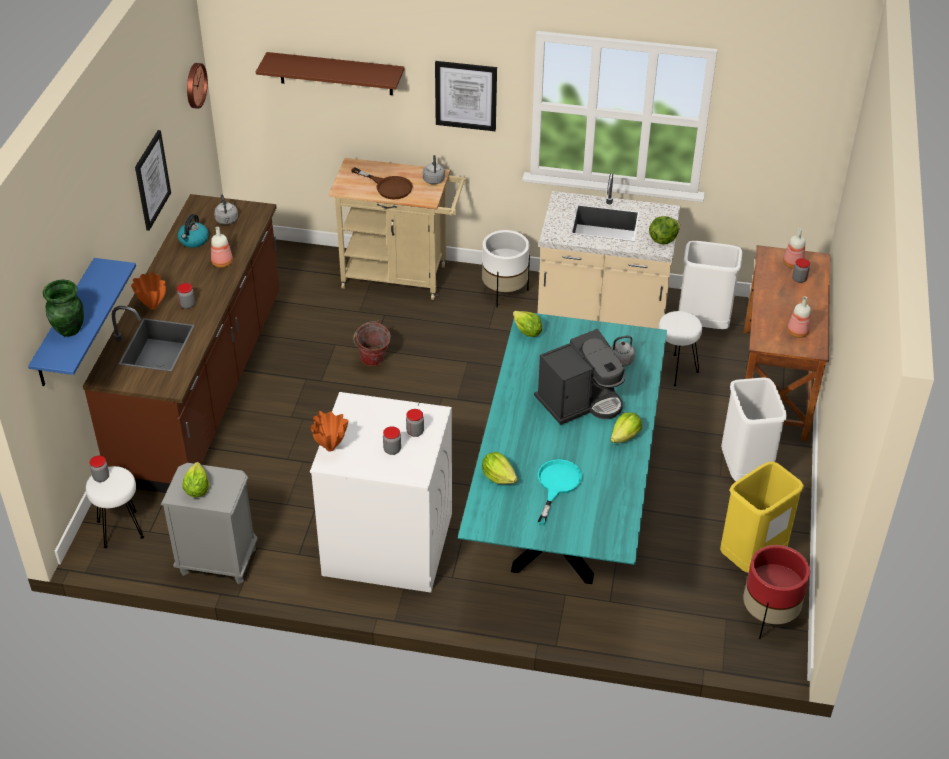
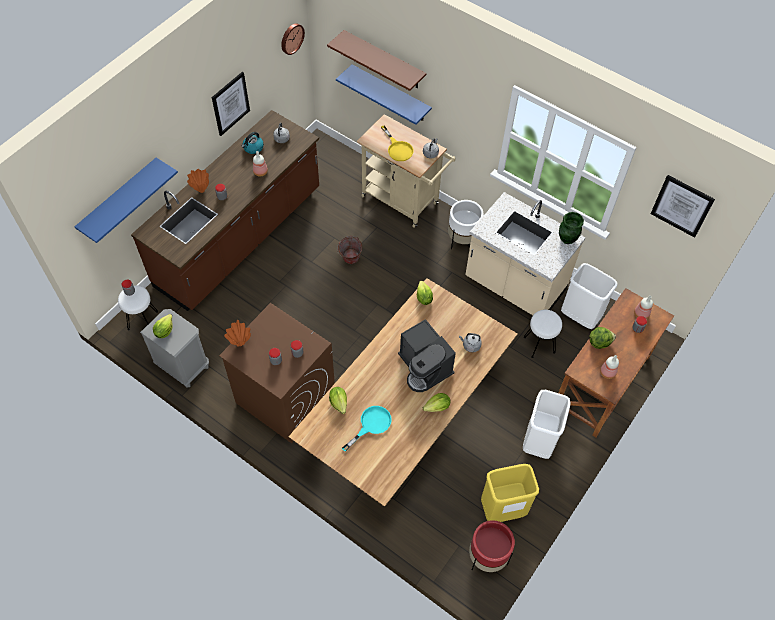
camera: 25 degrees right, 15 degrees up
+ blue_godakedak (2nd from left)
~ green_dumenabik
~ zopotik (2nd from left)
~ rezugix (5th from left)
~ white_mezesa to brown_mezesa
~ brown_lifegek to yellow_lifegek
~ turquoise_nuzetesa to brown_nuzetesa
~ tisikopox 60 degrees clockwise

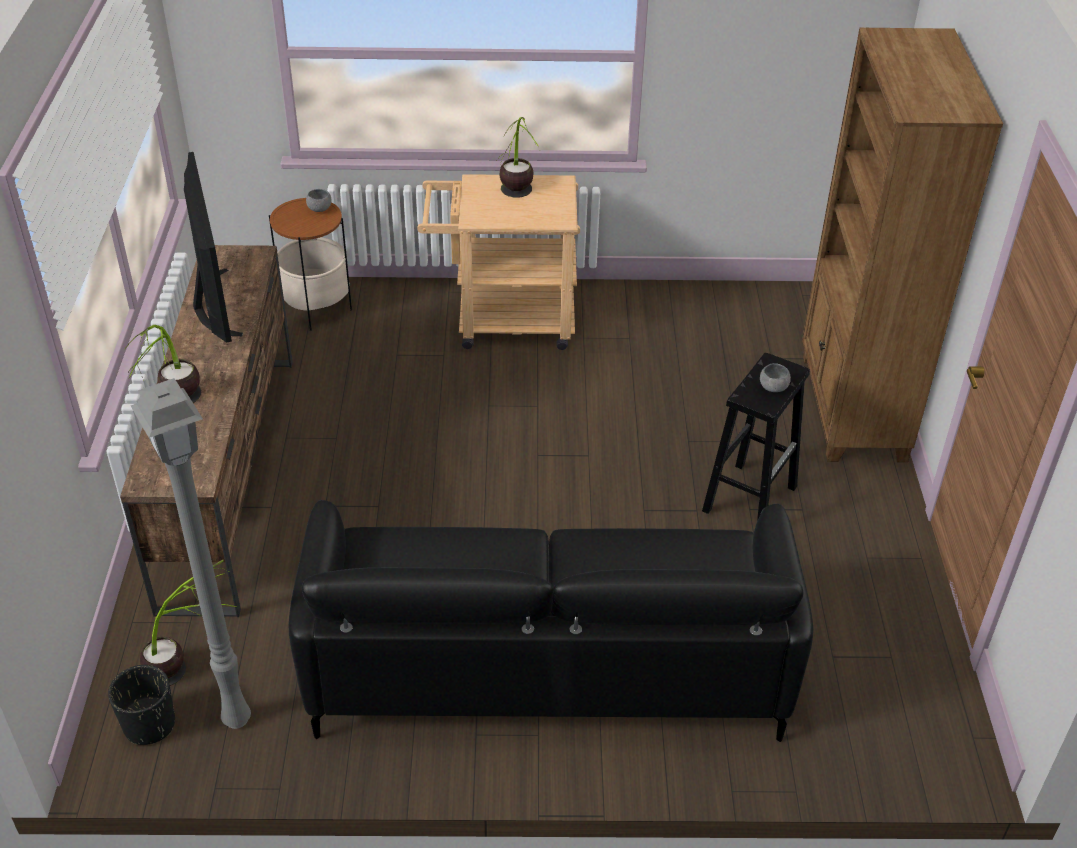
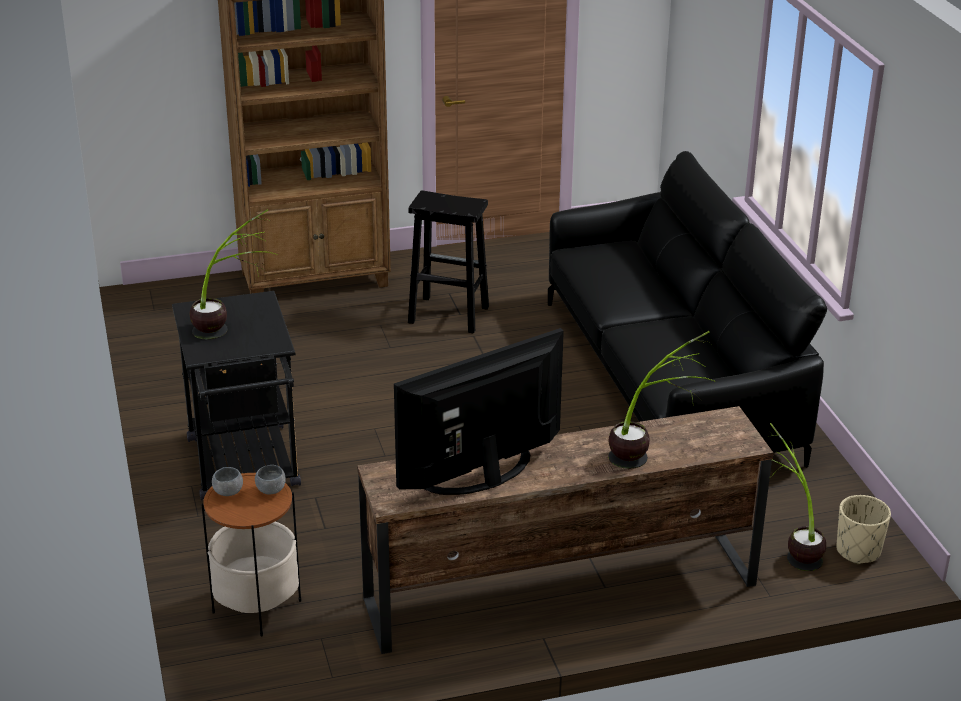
camera: 105 degrees left, 10 degrees down
- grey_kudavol
~ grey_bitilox (2nd from left)
~ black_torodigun to beige_torodigun
~ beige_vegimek to black_vegimek

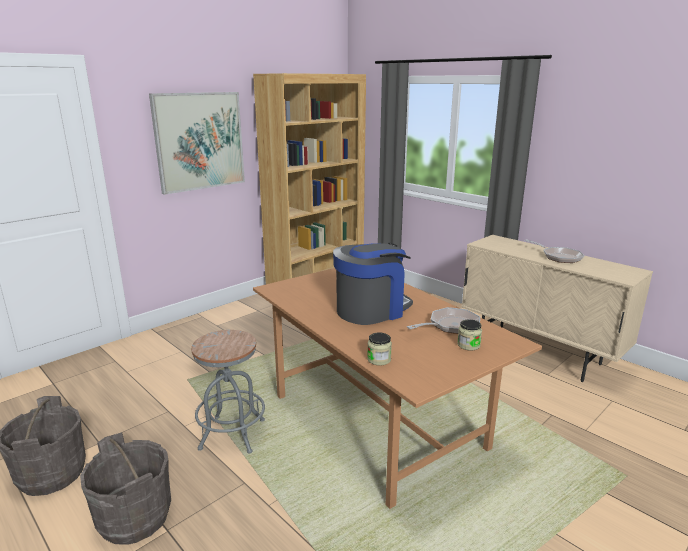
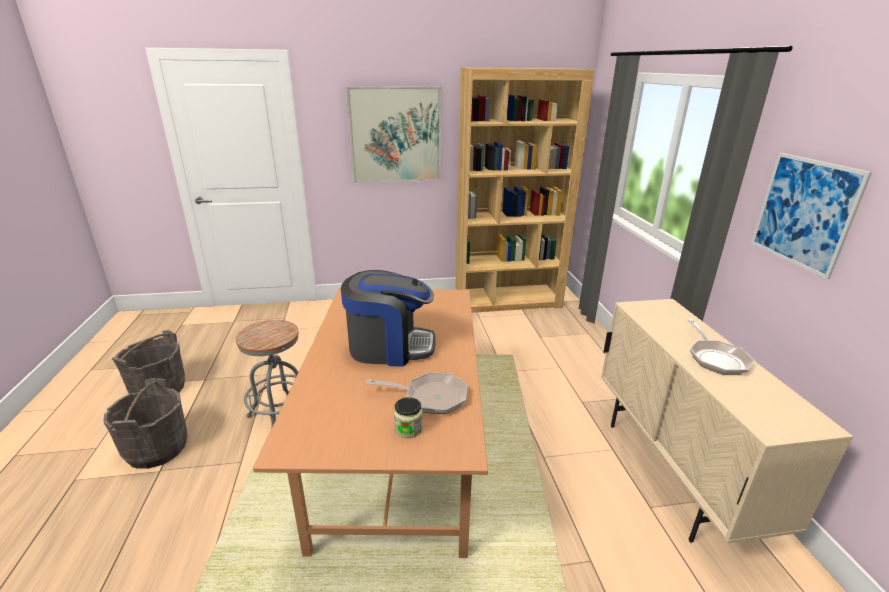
camera: 35 degrees right, 5 degrees up
- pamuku (1st from left)
+ zopotik (2nd from left)

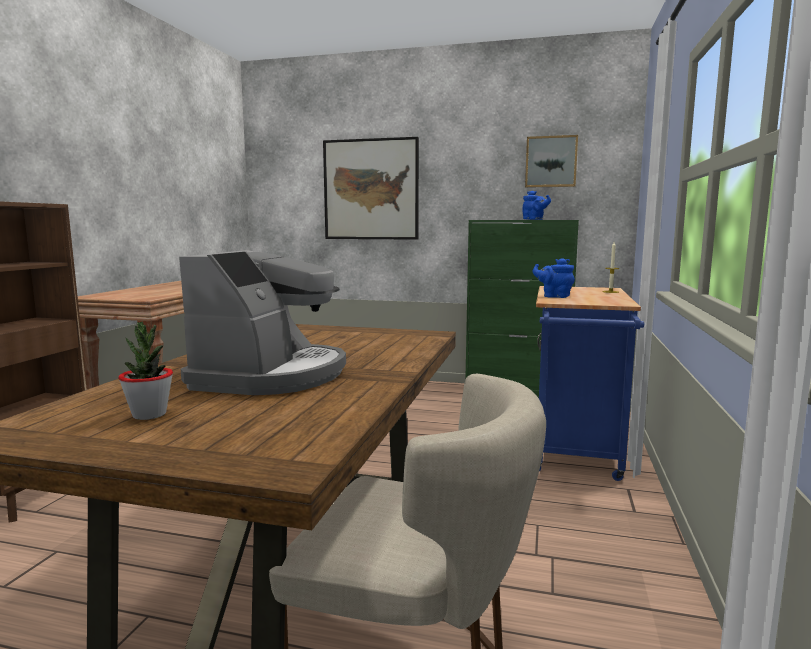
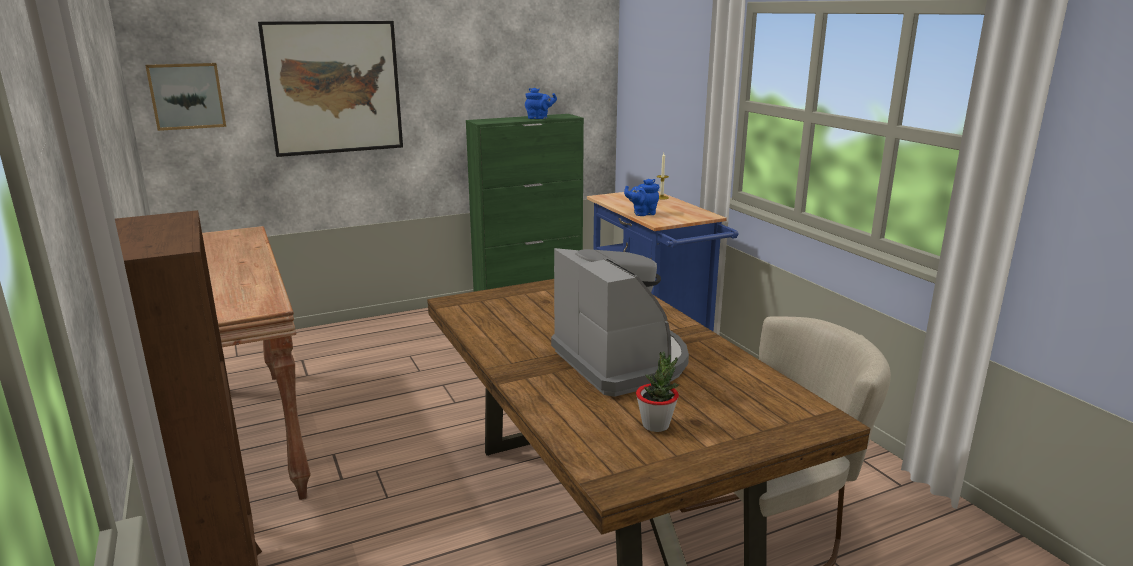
camera: 40 degrees left, 10 degrees up
~ zopotik (2nd from left in the first image) to zopotik (1st from left)

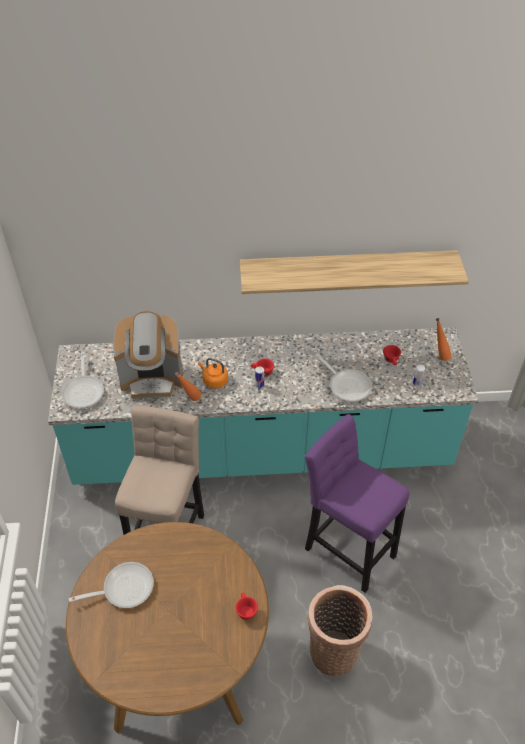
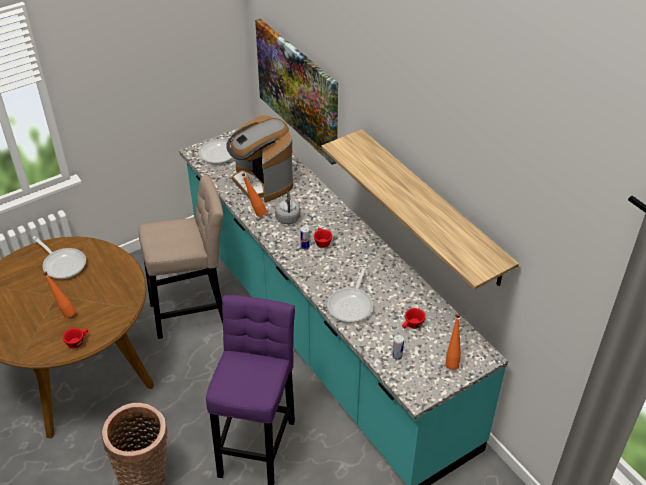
camera: 60 degrees right, 5 degrees down
+ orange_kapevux (1st from left)
+ zopotik
~ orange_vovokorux to grey_vovokorux

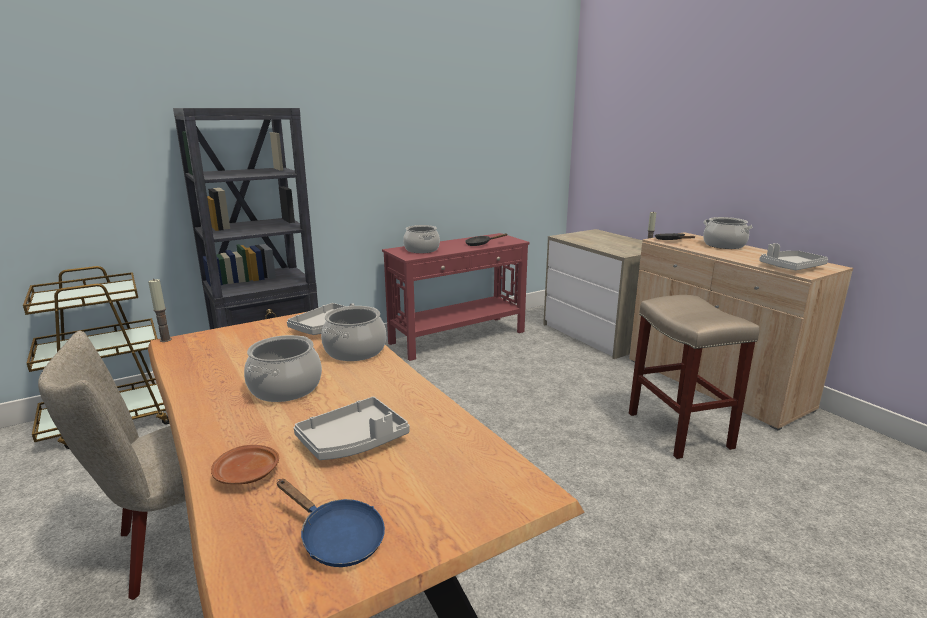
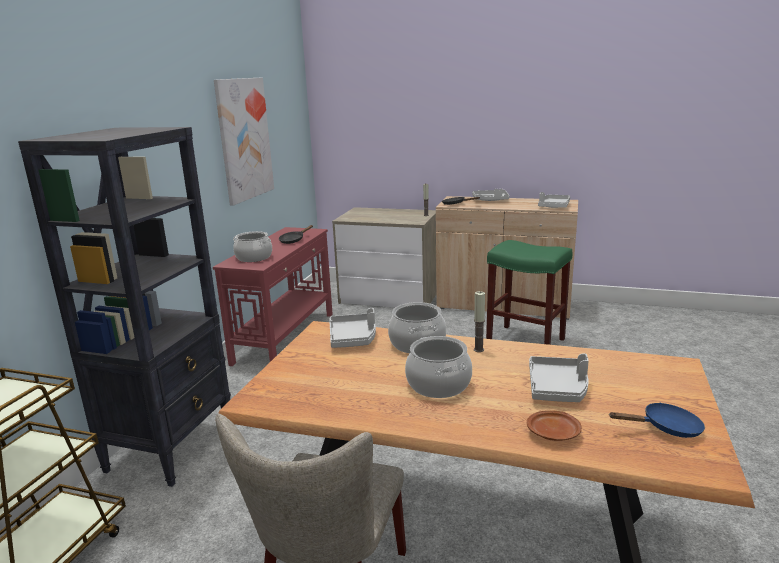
camera: 40 degrees left, 0 degrees up
+ zopotik
~ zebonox (1st from left in the first image) to zebonox (2nd from left)
~ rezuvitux (4th from left) to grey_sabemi (2nd from left)
~ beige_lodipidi to green_lodipidi

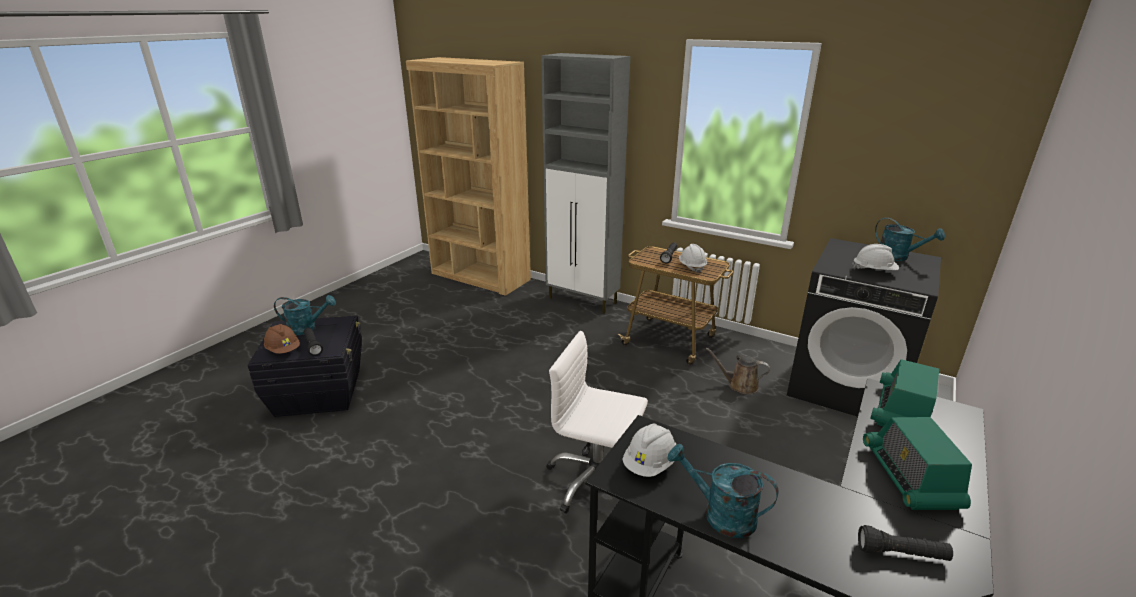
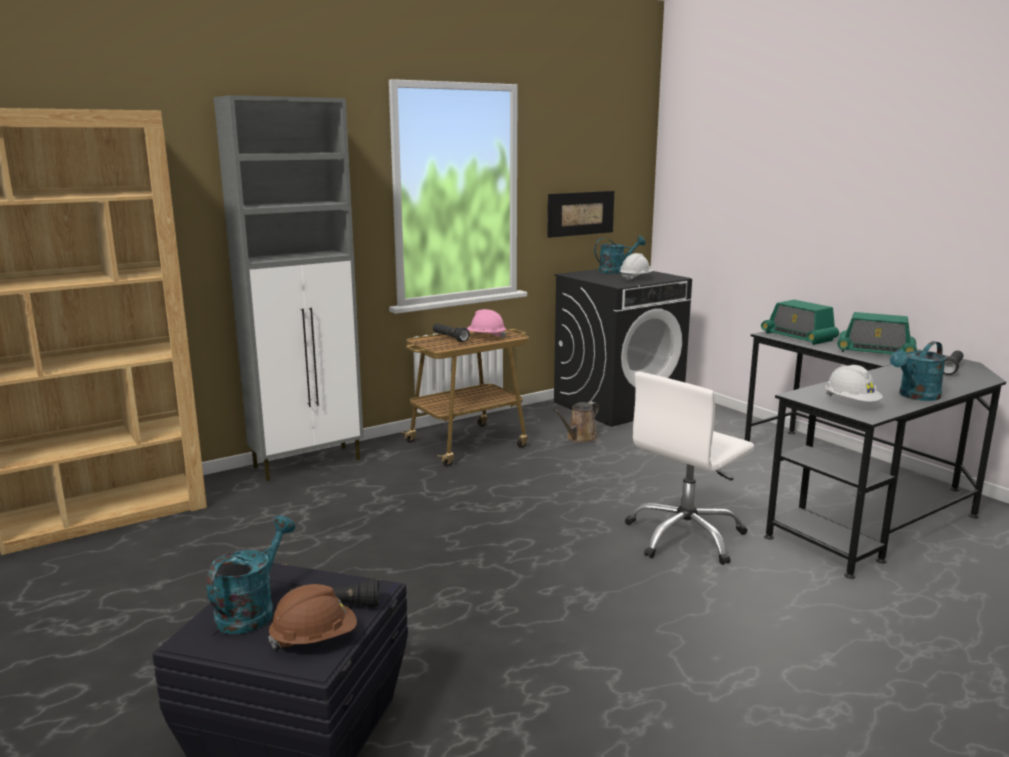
camera: 65 degrees left, 10 degrees down
+ zopotik
~ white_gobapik (2nd from left) to pink_gobapik

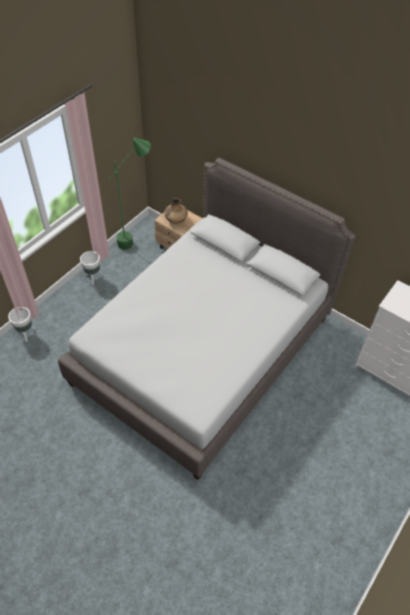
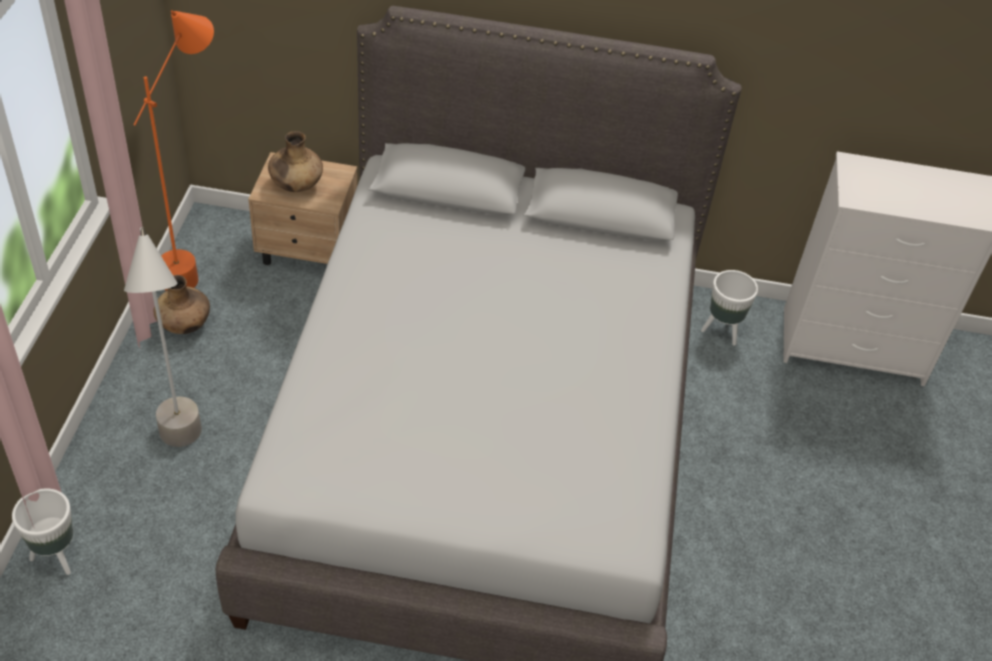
camera: 30 degrees left, 5 degrees down
+ grey_kudavol
+ brown_dumenabik (1st from left)
~ white_torodigun (2nd from left)
~ green_kudavol to orange_kudavol

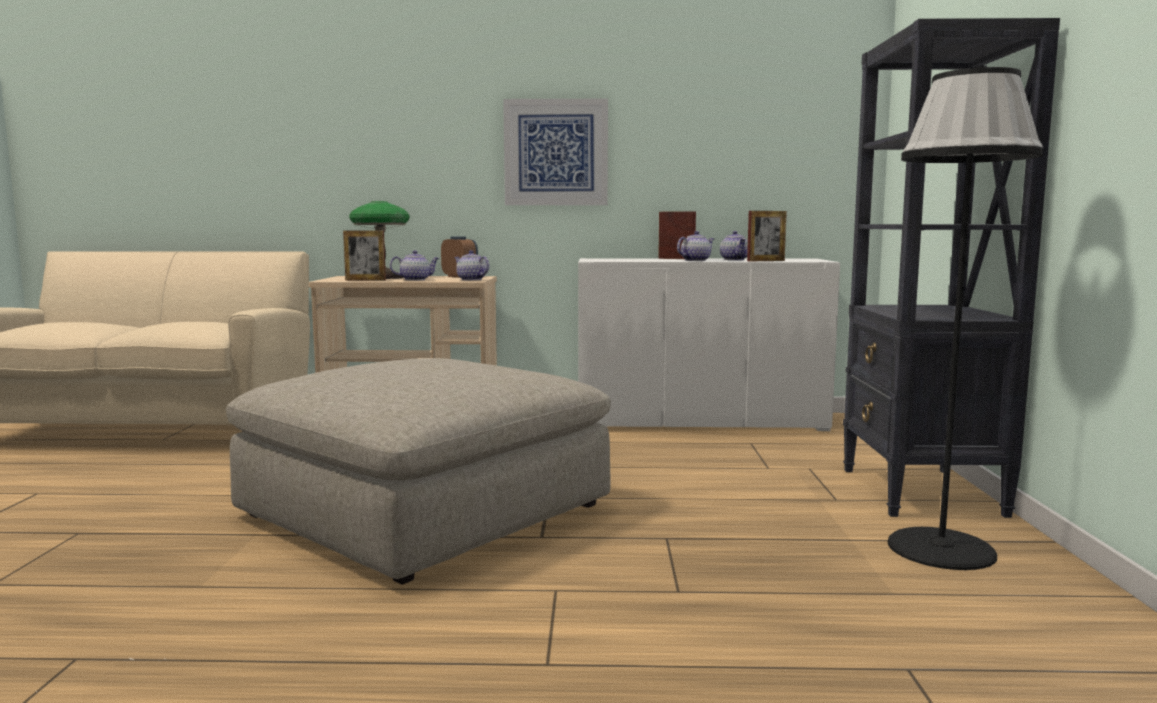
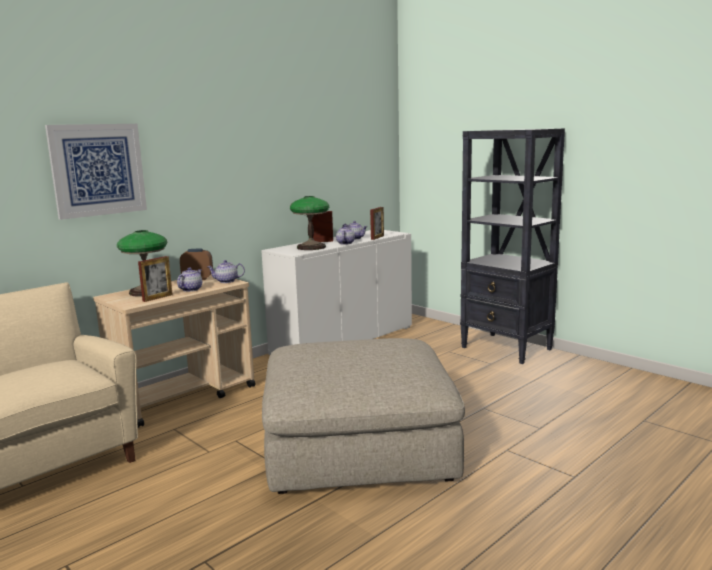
camera: 45 degrees left, 5 degrees up
- black_kudavol
+ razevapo (2nd from left)
~ zopotik

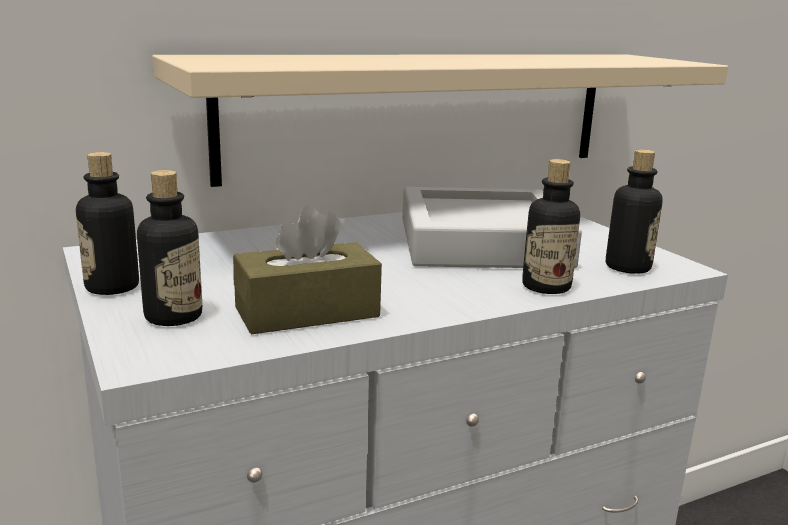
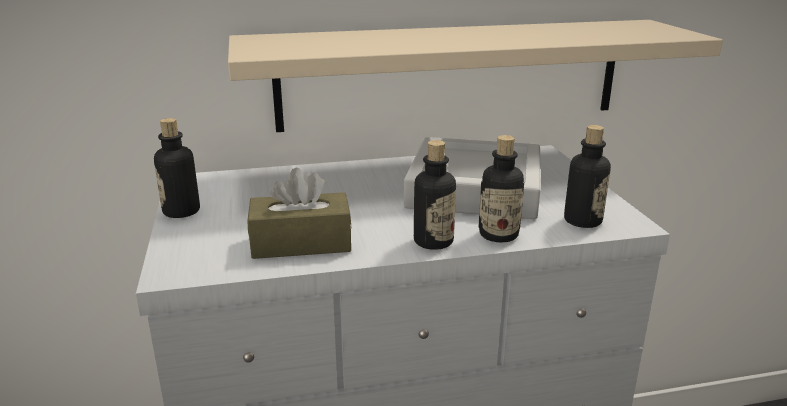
camera: 15 degrees right, 5 degrees up
~ kapevux (2nd from left)

